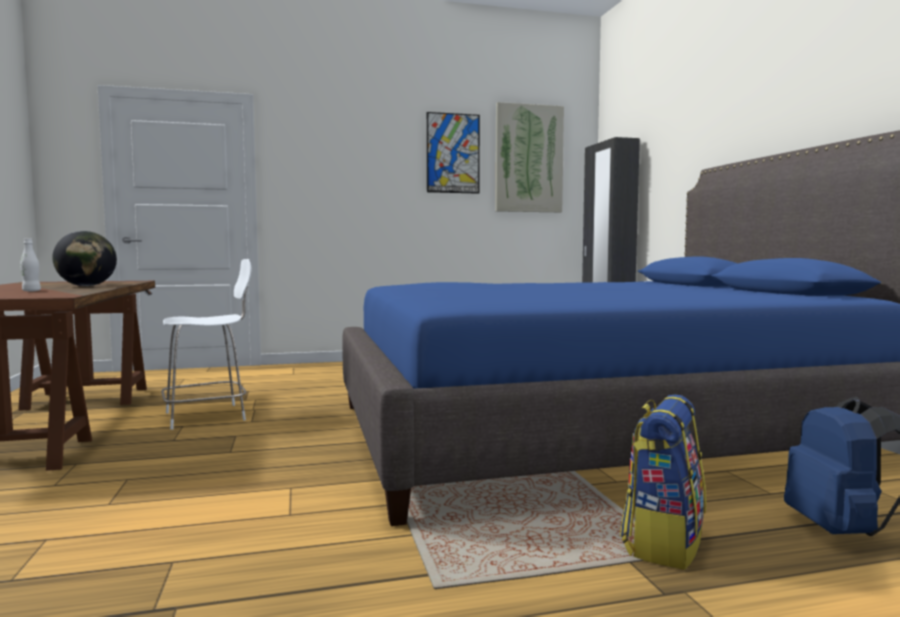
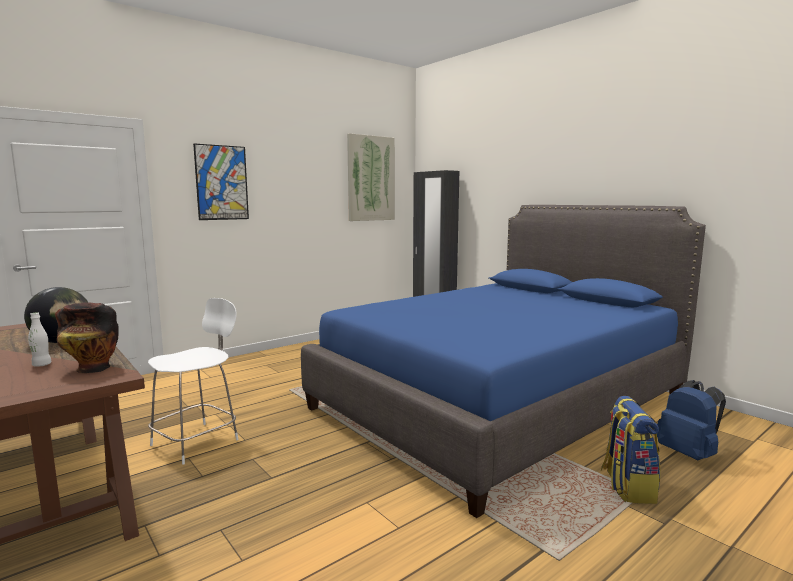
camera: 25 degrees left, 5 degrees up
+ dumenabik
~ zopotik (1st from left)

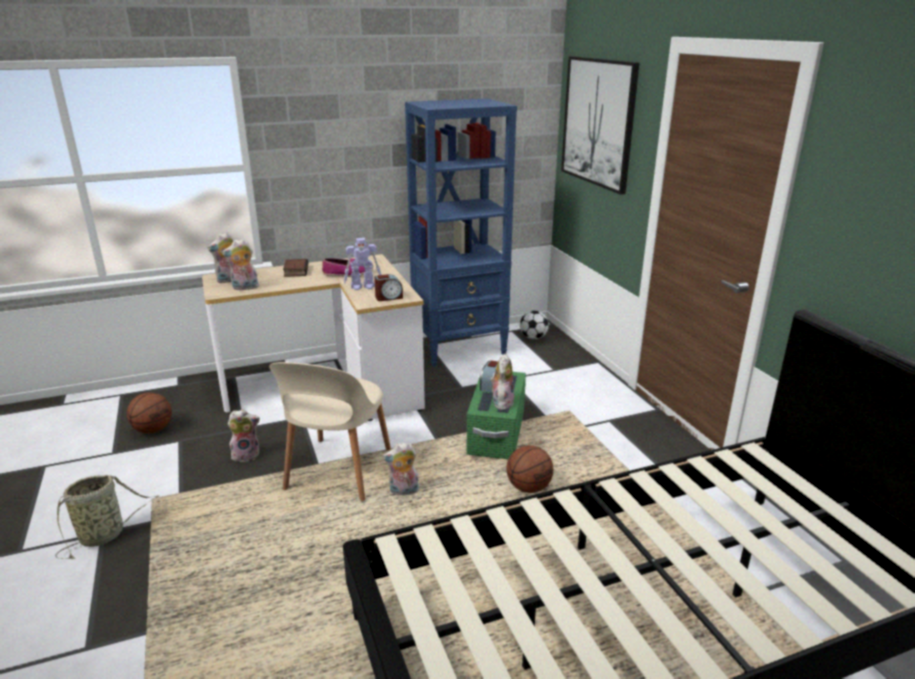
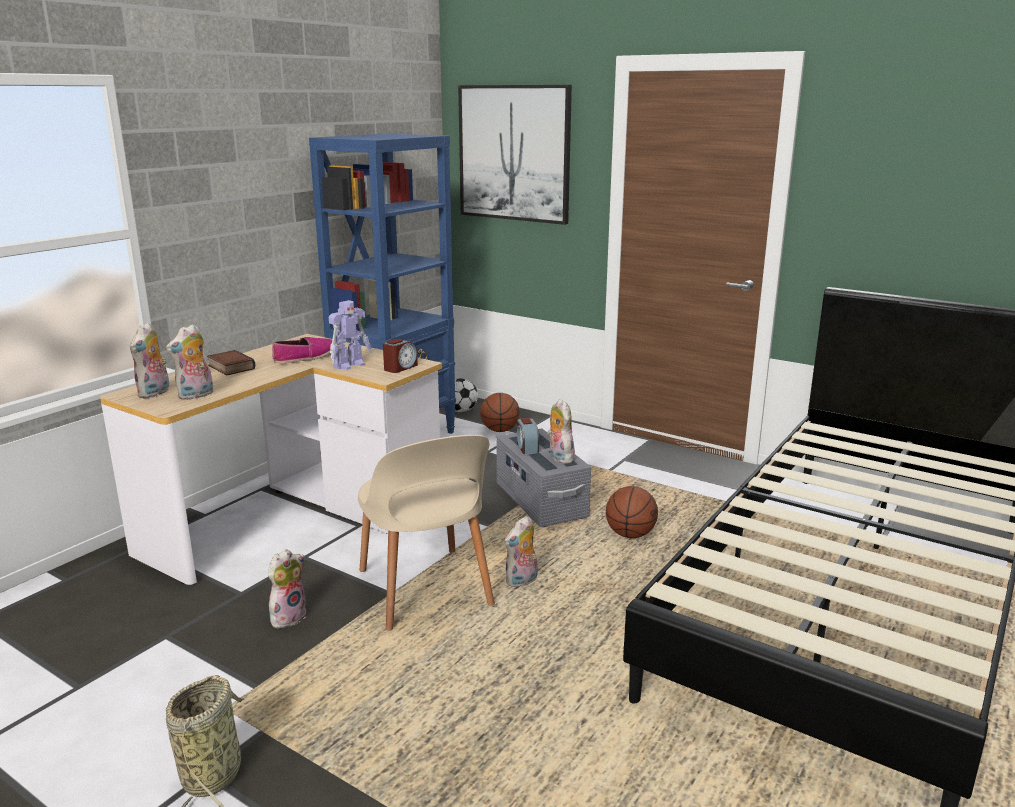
camera: 35 degrees left, 5 degrees down
~ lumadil (1st from left)
~ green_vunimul to grey_vunimul

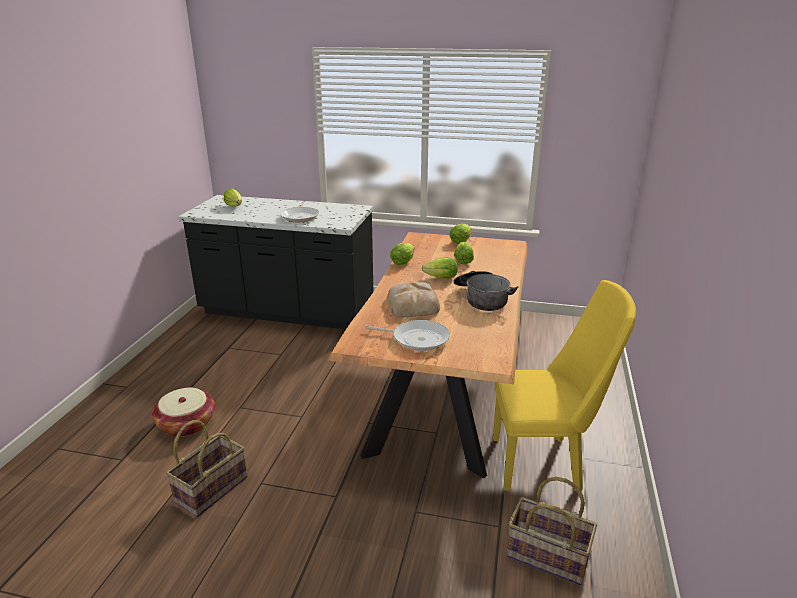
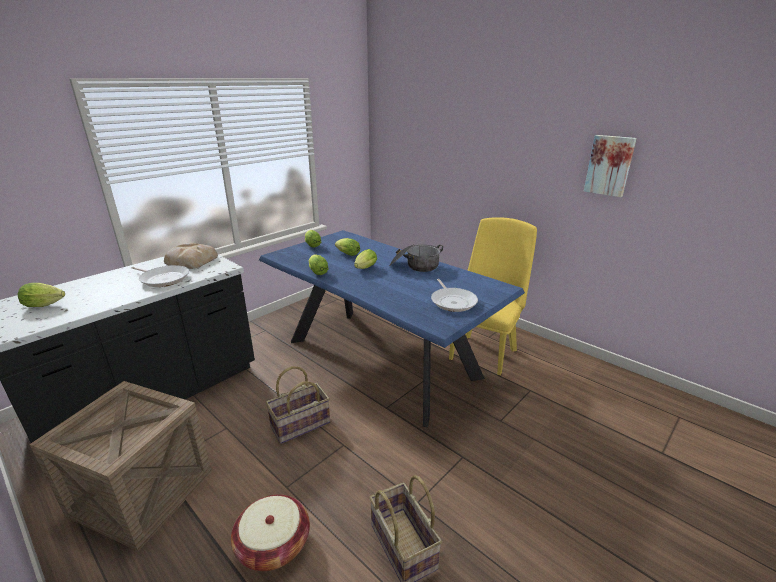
camera: 60 degrees left, 0 degrees up
+ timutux
+ zopotik
~ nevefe
~ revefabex (3rd from left in the first image) to revefabex (2nd from left)
~ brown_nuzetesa to blue_nuzetesa
~ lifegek (2nd from left) 120 degrees clockwise

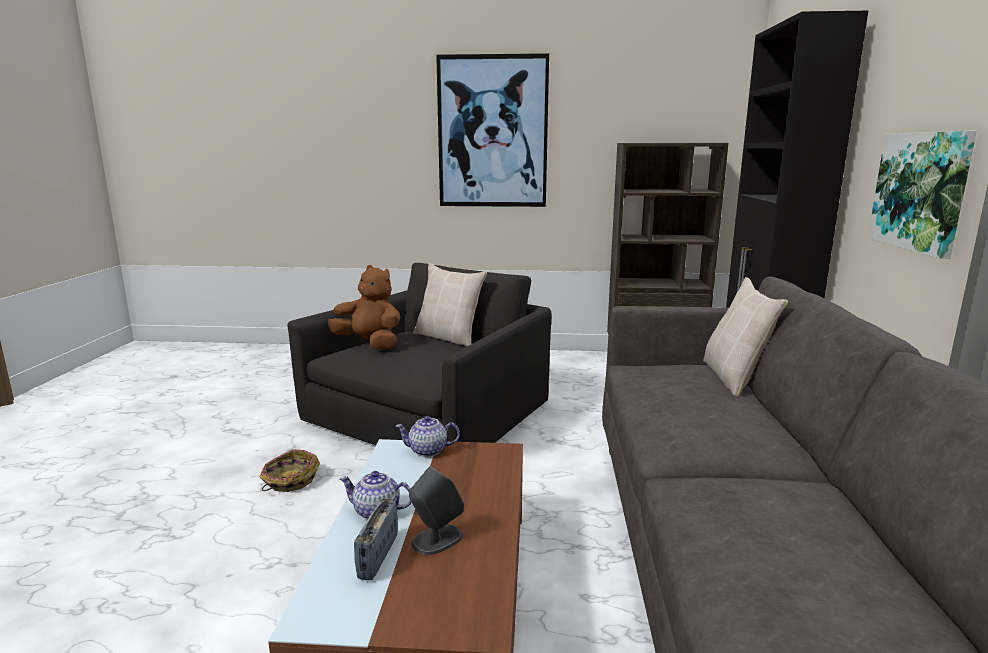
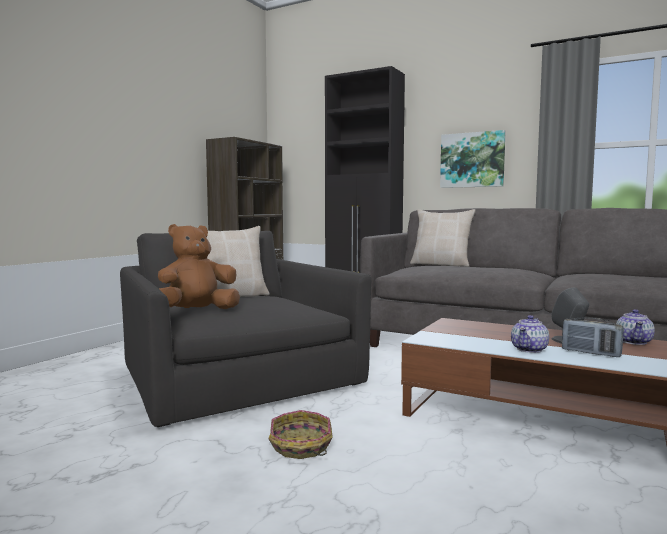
camera: 65 degrees left, 10 degrees down
- zopotik (1st from left)
~ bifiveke (2nd from left)

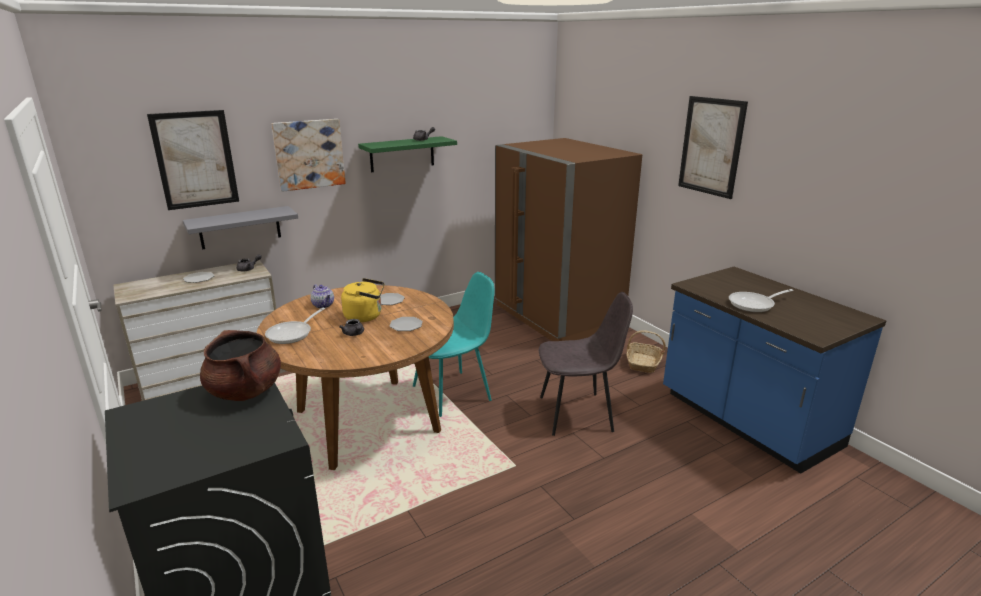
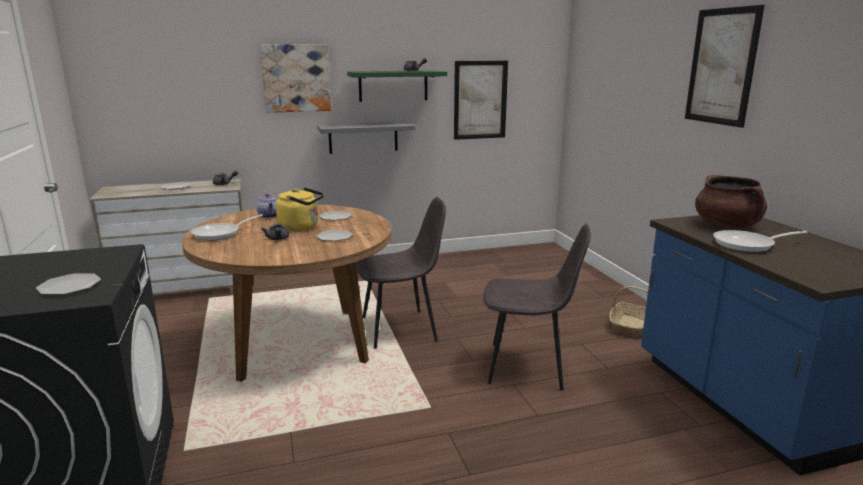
camera: 15 degrees right, 5 degrees down
- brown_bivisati
+ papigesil (1st from left)
~ zopotik (1st from left in the first image) to zopotik (2nd from left)
~ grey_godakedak
~ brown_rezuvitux
~ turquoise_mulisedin to grey_mulisedin (1st from left)

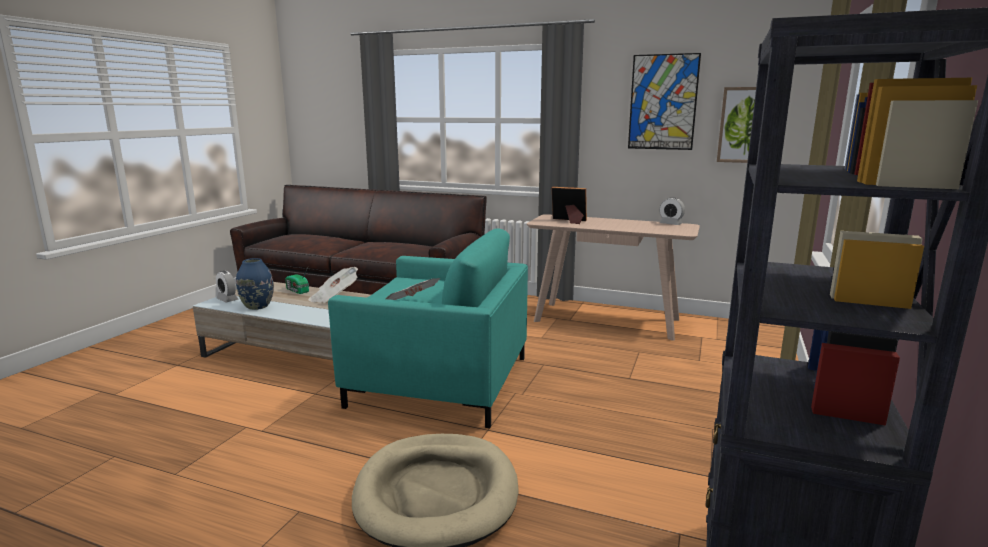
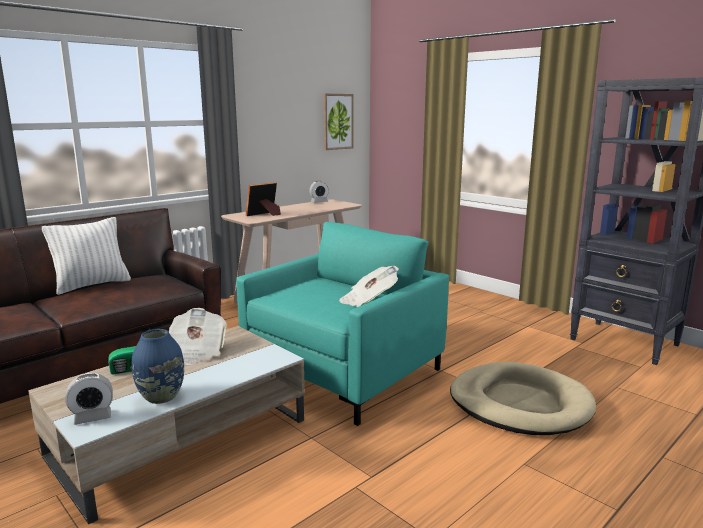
camera: 65 degrees left, 0 degrees up
- zopotik (1st from left)
+ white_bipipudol

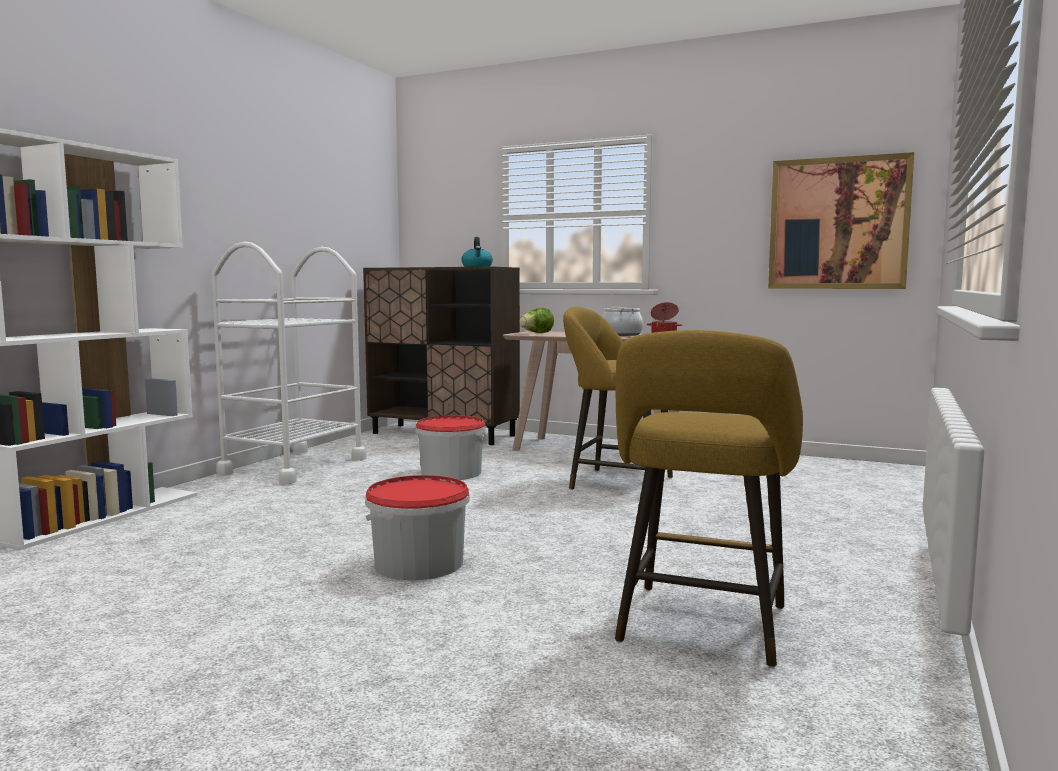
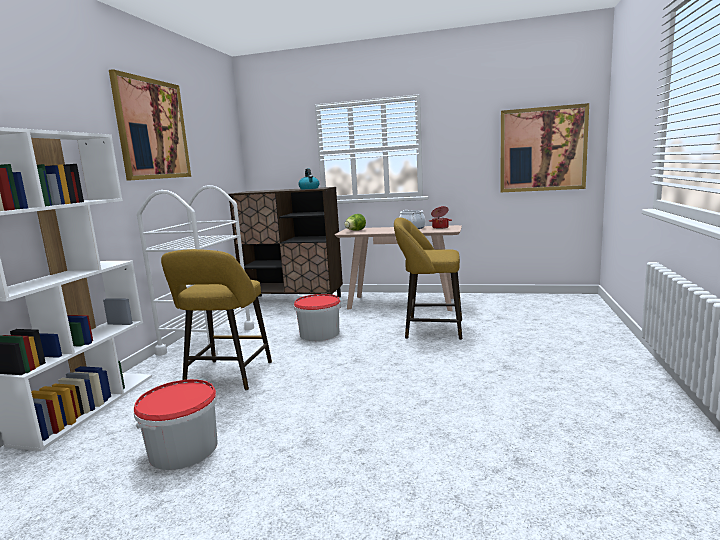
camera: 10 degrees left, 5 degrees up
+ zopotik (1st from left)
~ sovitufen (1st from left)
~ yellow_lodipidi (2nd from left in the first image) to yellow_lodipidi (1st from left)

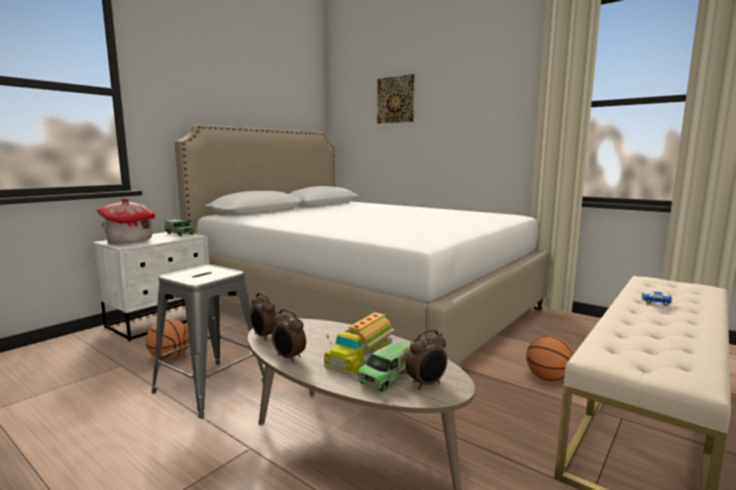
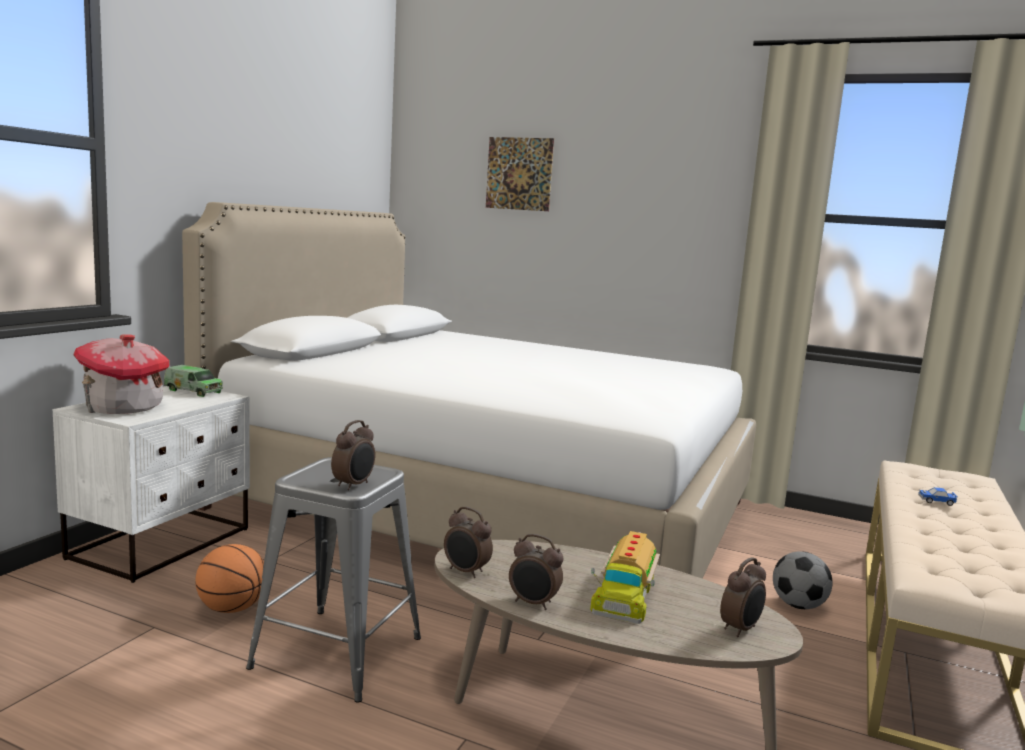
camera: 15 degrees left, 0 degrees up
- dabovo (3rd from left)
+ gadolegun (1st from left)
~ lumadil (2nd from left) to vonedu

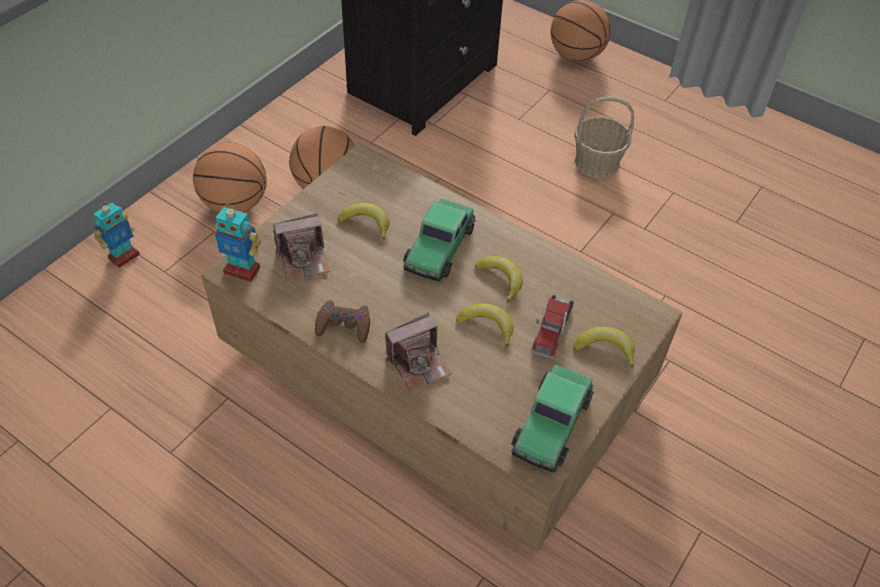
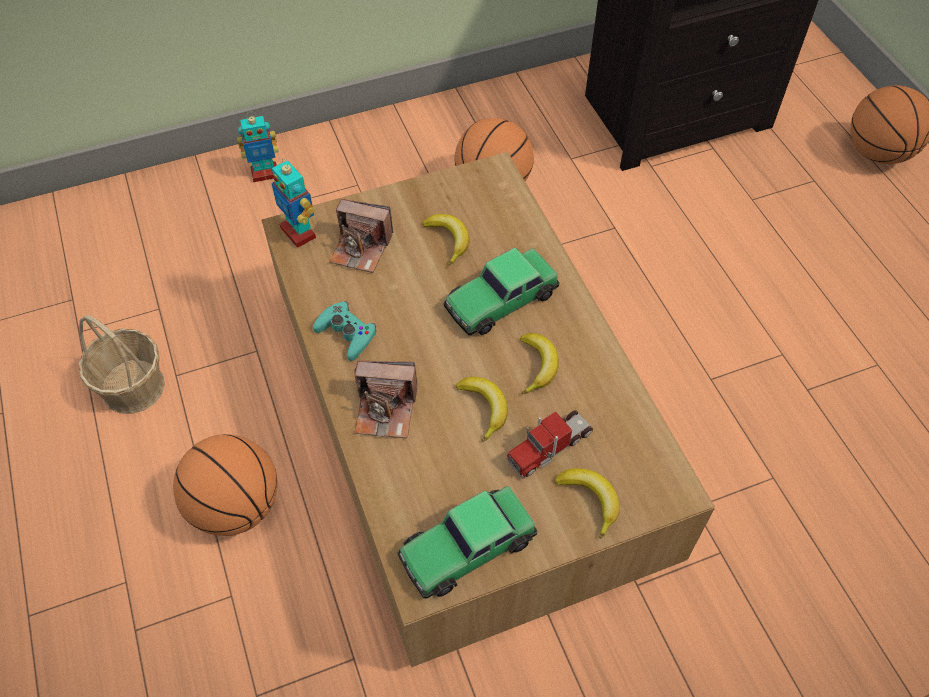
camera: 35 degrees right, 5 degrees up
~ lumadil (1st from left)
~ revefabex
~ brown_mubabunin to turquoise_mubabunin

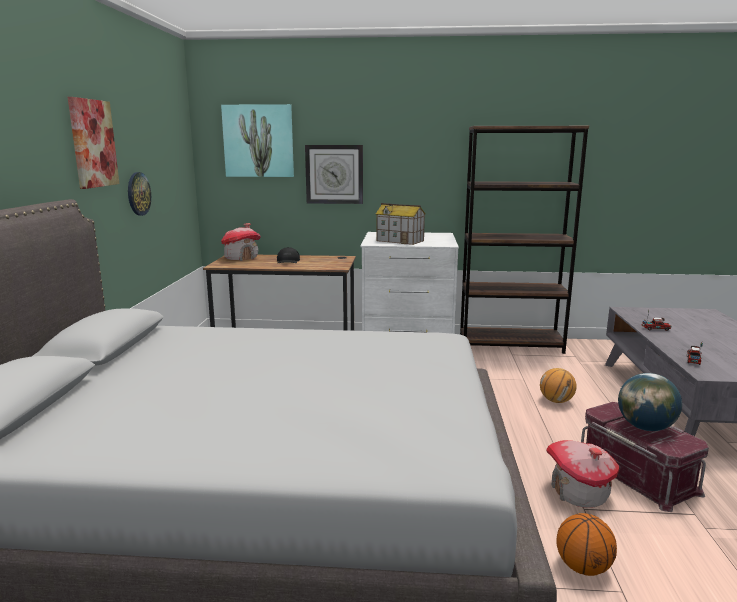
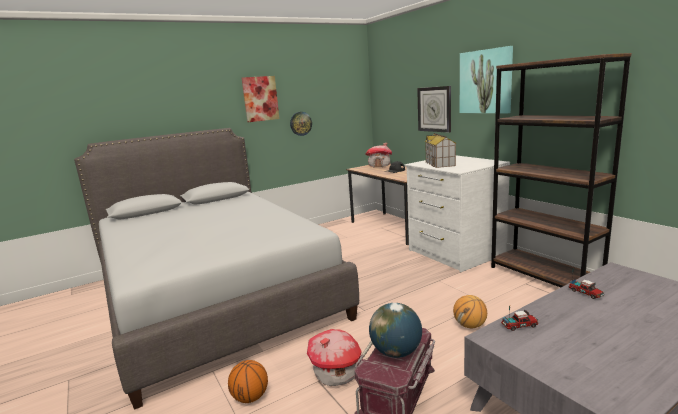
camera: 55 degrees right, 0 degrees up
~ zopotik (2nd from left)

